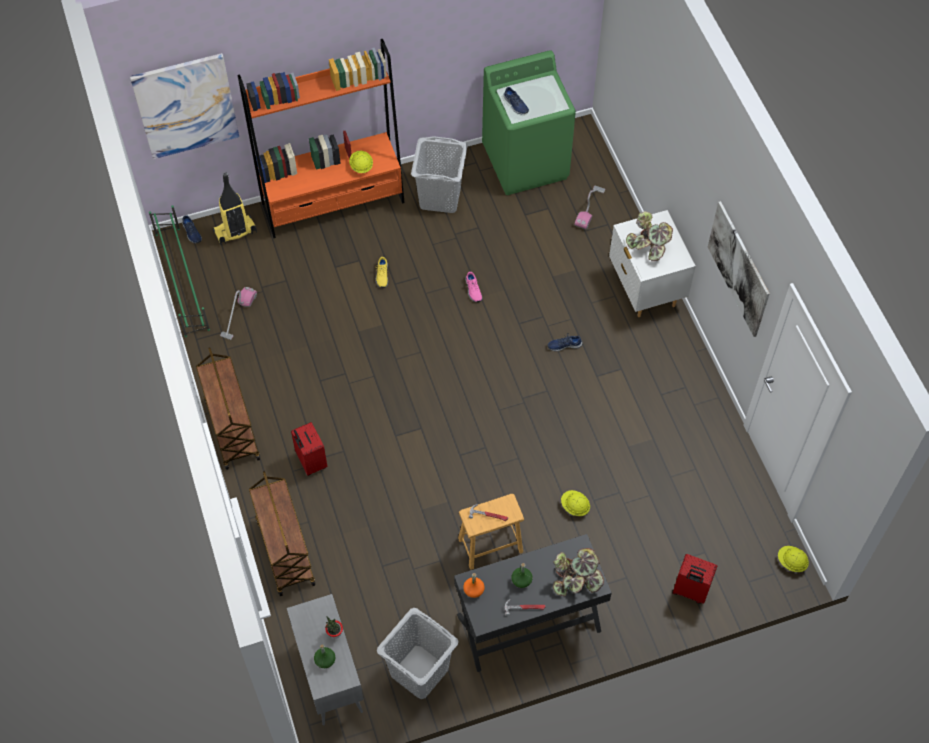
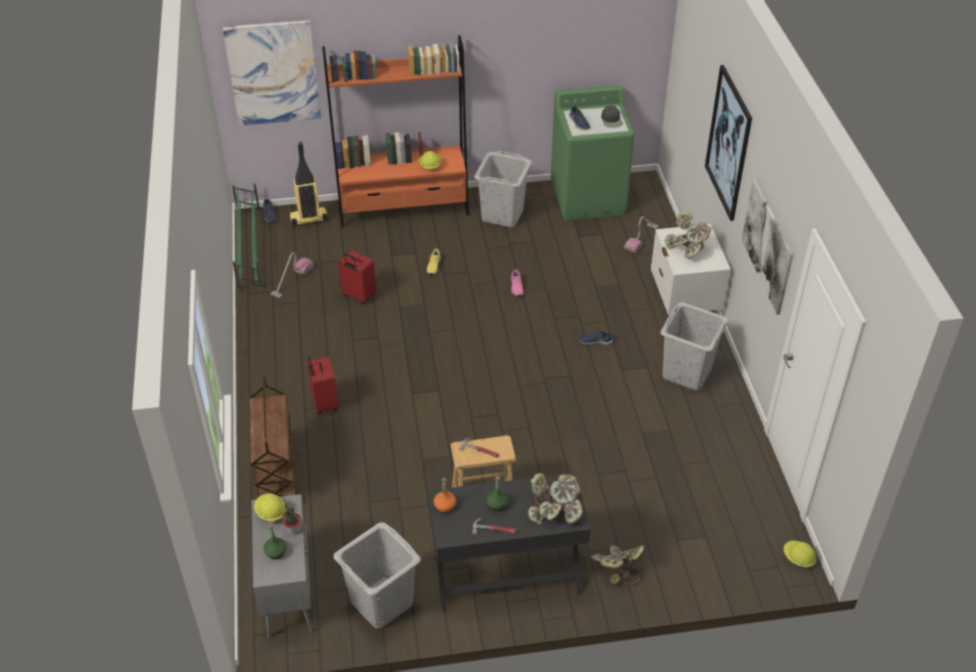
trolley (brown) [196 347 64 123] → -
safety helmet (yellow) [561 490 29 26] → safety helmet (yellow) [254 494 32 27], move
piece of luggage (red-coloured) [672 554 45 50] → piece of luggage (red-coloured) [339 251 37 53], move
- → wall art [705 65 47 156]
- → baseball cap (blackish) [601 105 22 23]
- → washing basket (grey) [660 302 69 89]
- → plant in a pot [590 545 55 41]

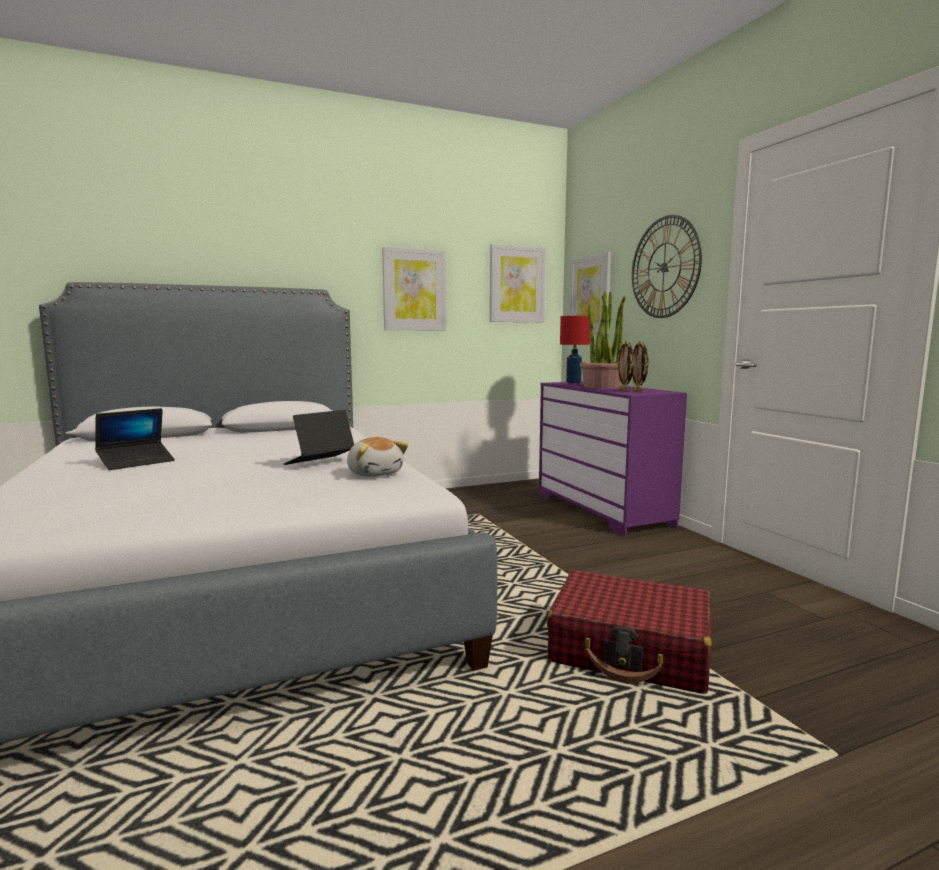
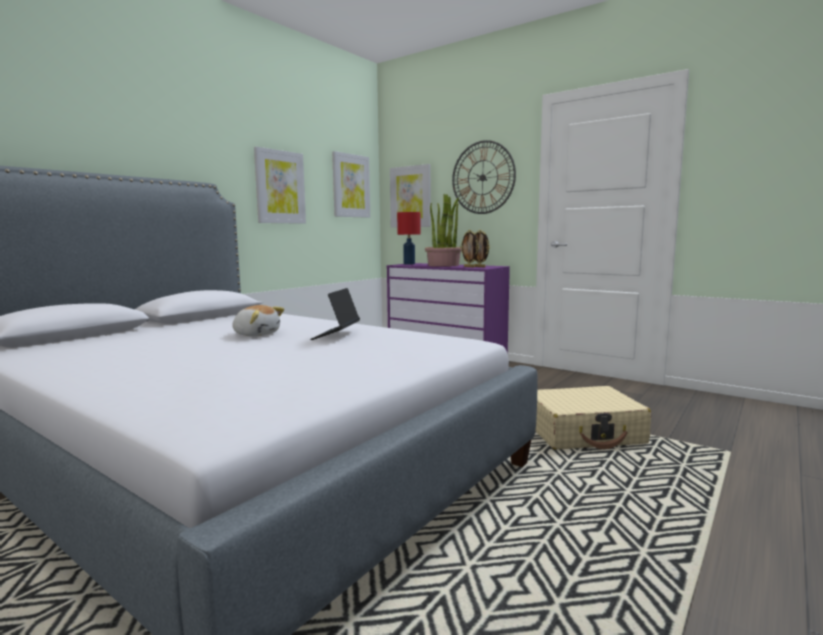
notebook computer [95 408 80 62] → -
soft toy [347 437 61 40] → soft toy [233 305 51 32], move
piece of luggage (red-coloured) [547 570 165 124] → piece of luggage (beige) [535 386 116 64]

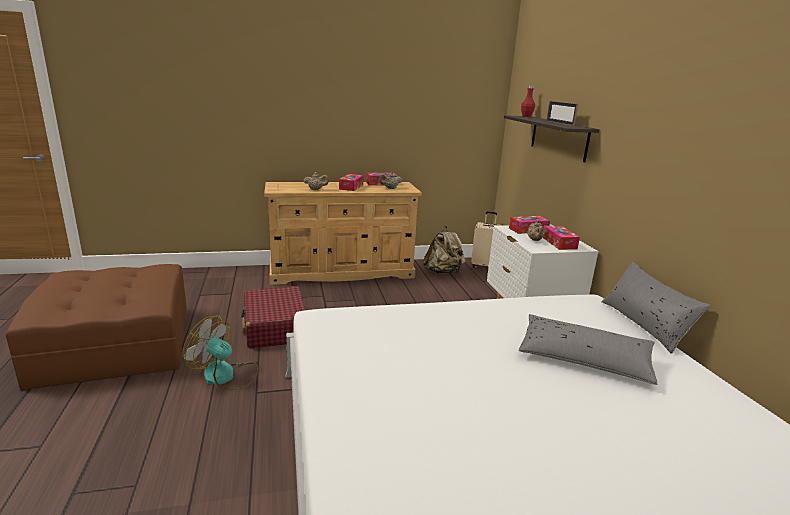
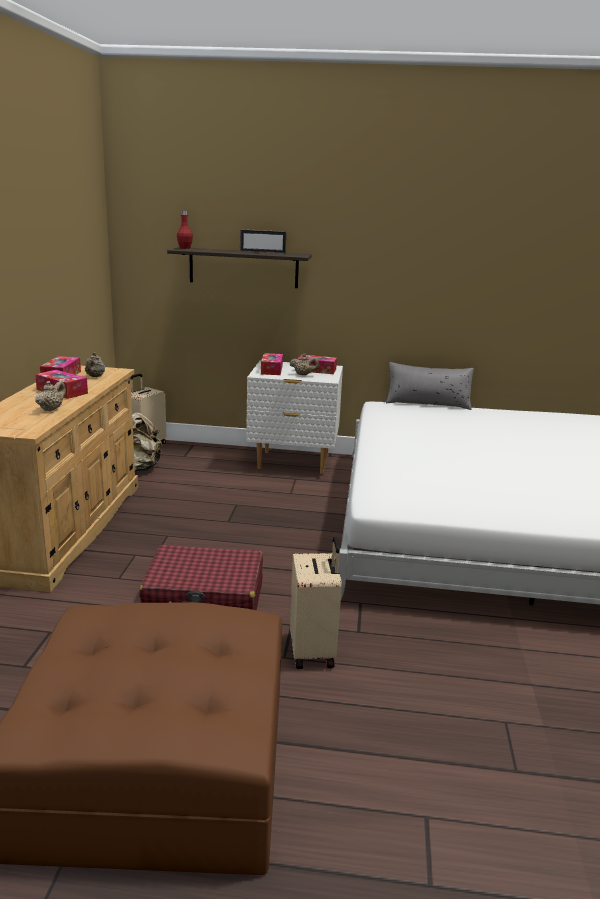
cushion (grey) [519 314 138 71] → -
fan [183 316 76 74] → piece of luggage (beige) [290 537 52 132]

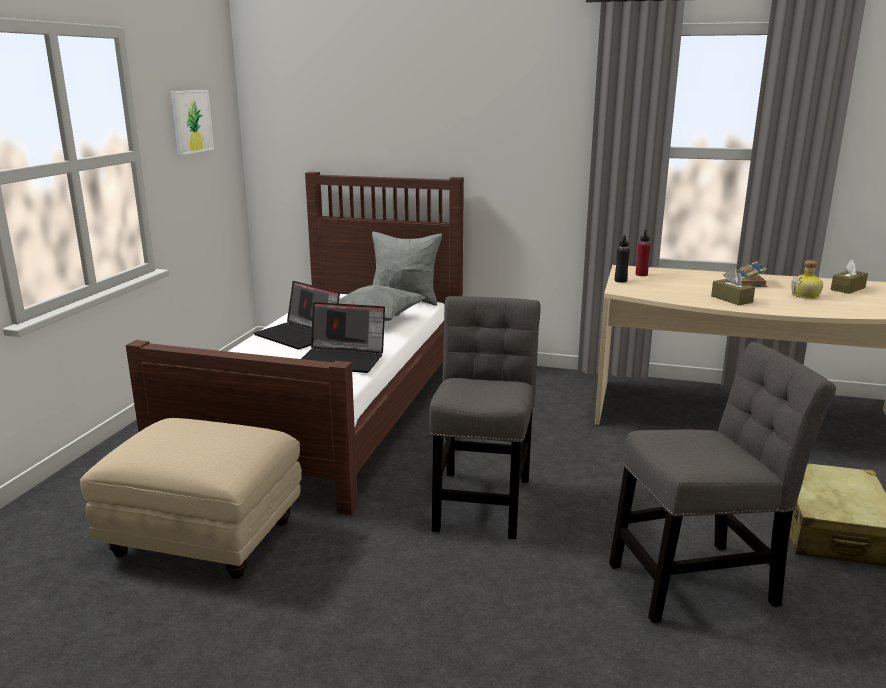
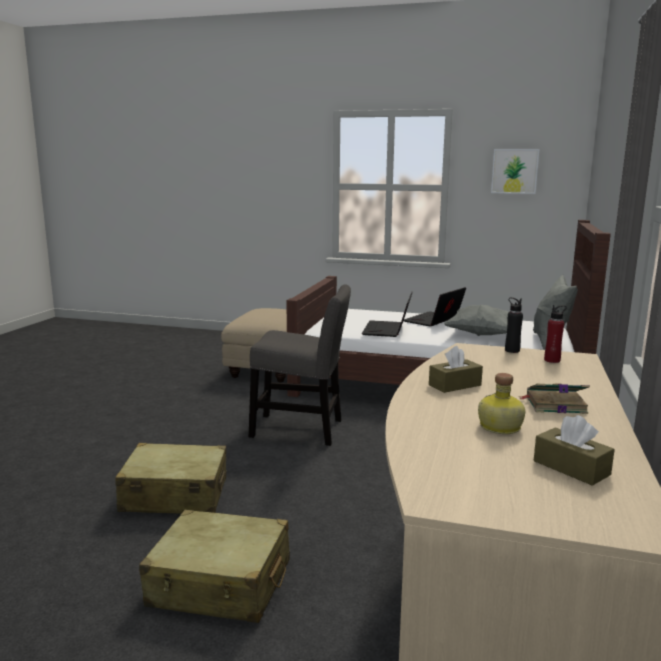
plain chair (grey) [609 342 227 281] → piece of luggage (beige) [115 443 112 71]

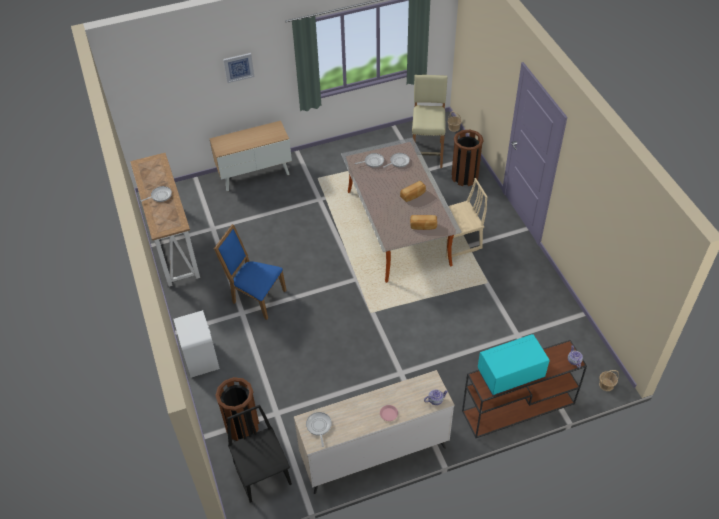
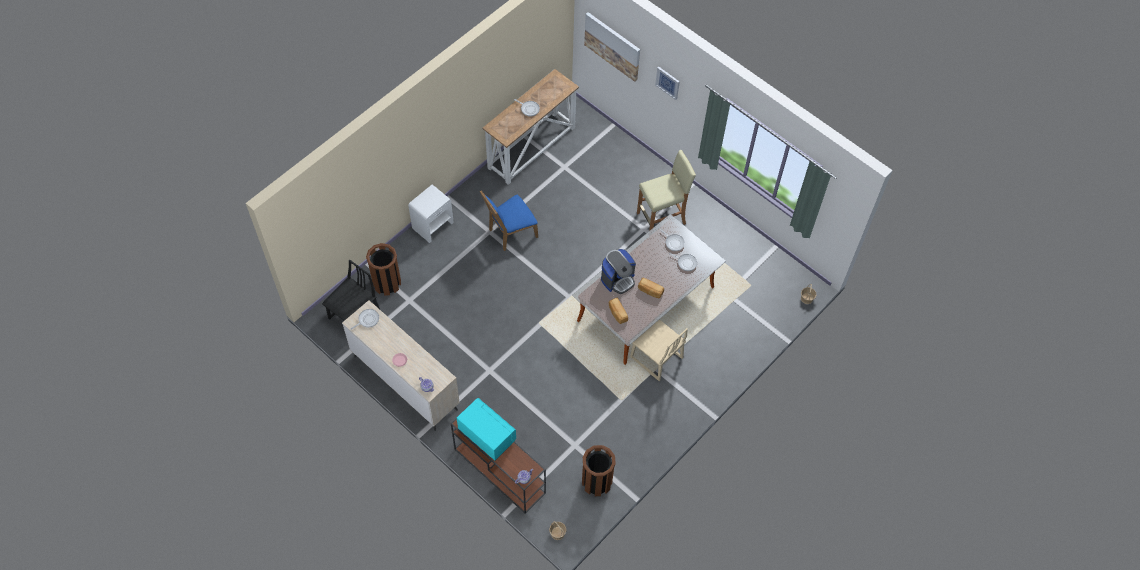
stool (beige) [412 75 35 93] → stool (beige) [637 150 59 81], move
cupboard [209 121 83 70] → -
waste bin (brown) [452 130 32 56] → waste bin (brown) [582 445 34 51], move
plain chair (blue-coloured) [214 224 72 96] → plain chair (blue-coloured) [480 190 58 61], 120 degrees counterclockwise
- → wall art [584 12 56 70]
- → coffee brewer [601 249 35 45]

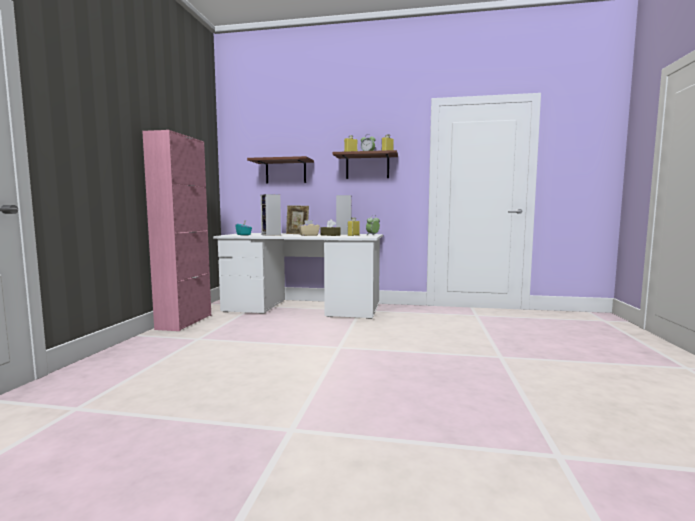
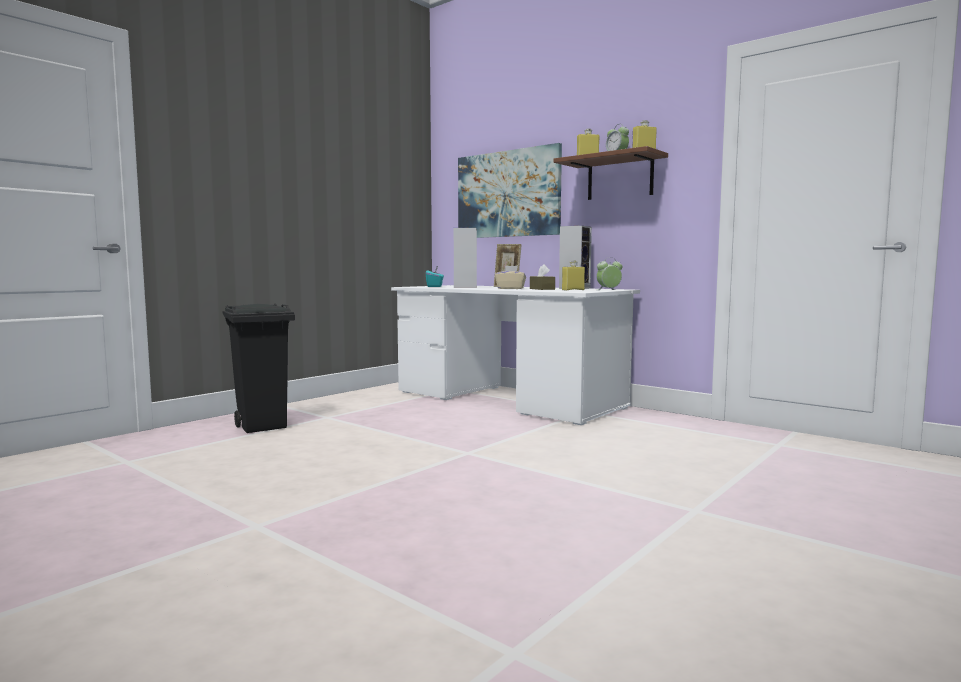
cupboard (pinkish) [142 130 69 201] → -
wall shelf (brown) [247 156 67 27] → wall art [458 143 104 95]
- → waste bin (blackish) [222 304 73 129]

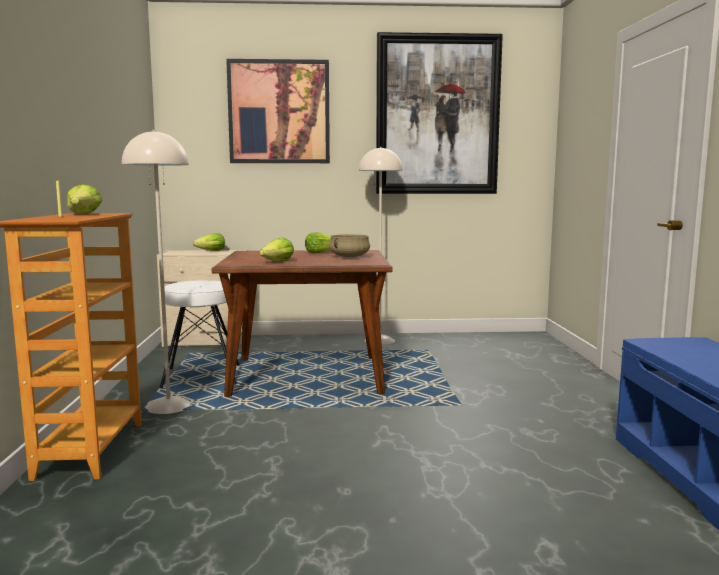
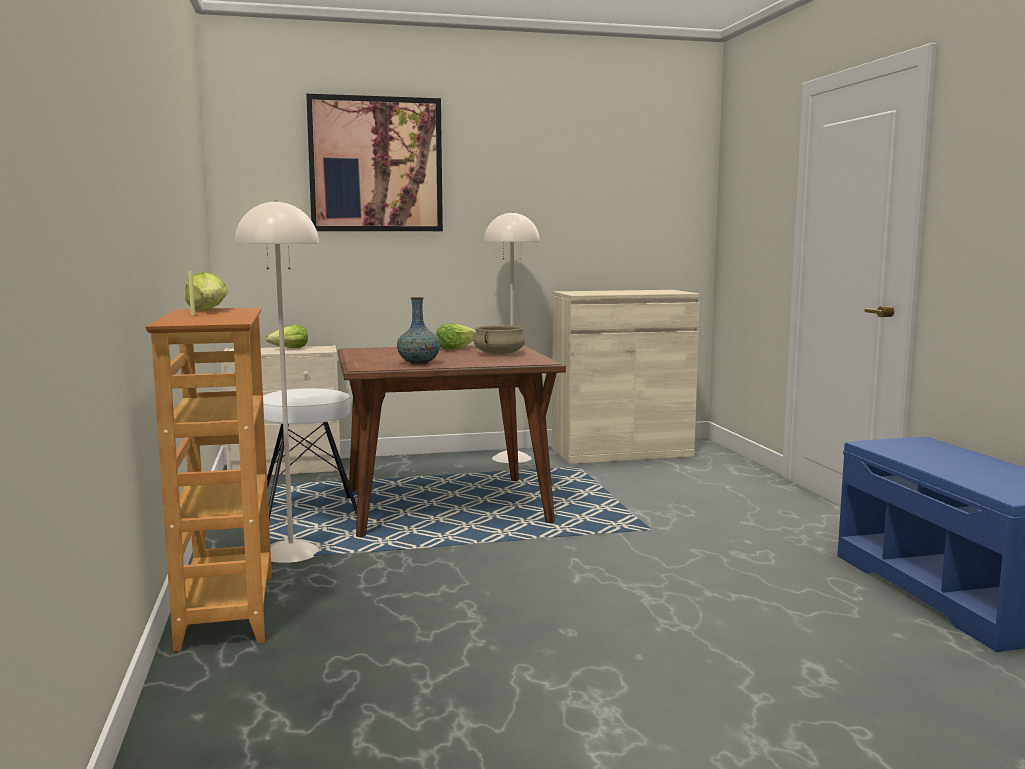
wall art [376 32 127 162] → -
lettuce [259 238 35 23] → vase [397 297 43 68]
- → cupboard (beige) [552 290 148 174]

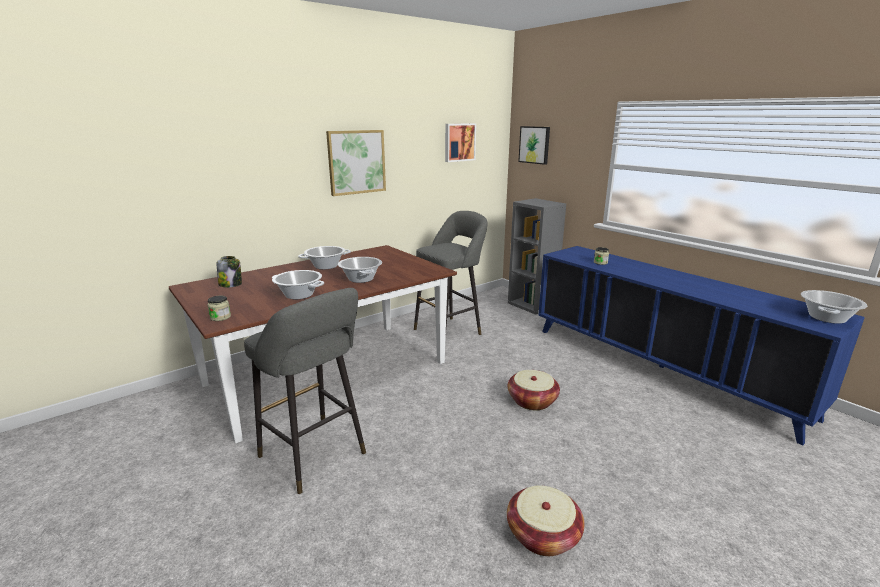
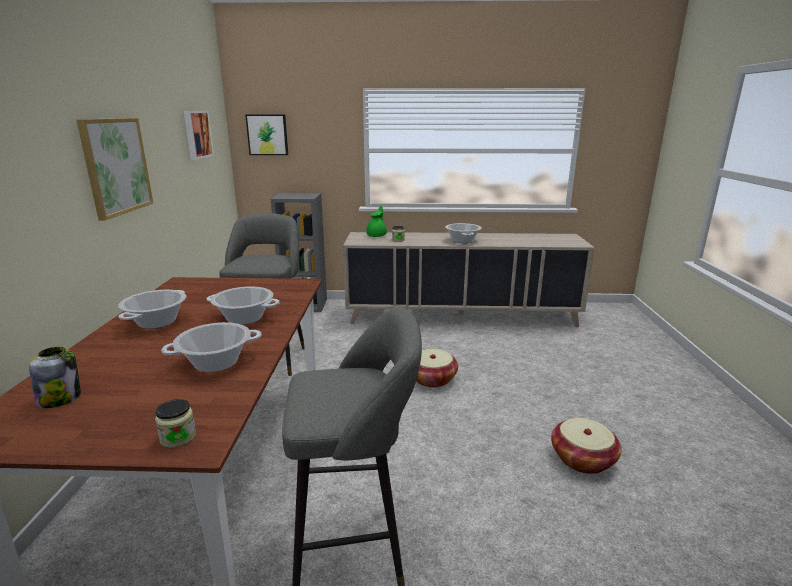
cupboard (blue-coloured) [539 246 326 199] → cupboard (beige) [343 232 252 95]
saucepot [801 290 66 34] → saucepot [445 223 37 20], move
- → teapot (green) [366 206 21 31]

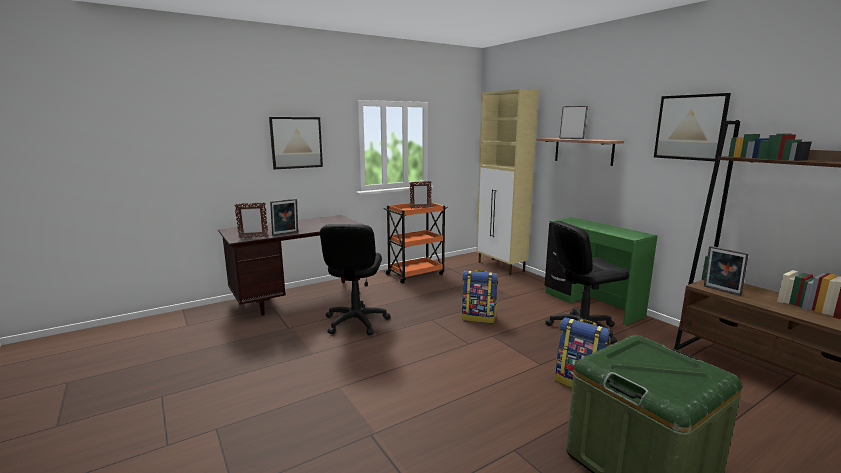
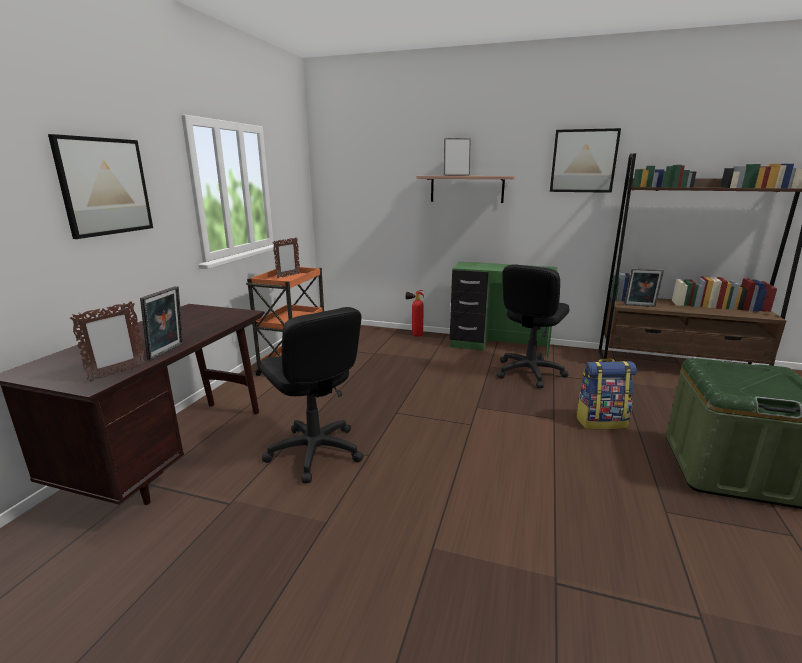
cupboard (beige) [477 89 62 186] → -
rucksack [462 270 36 53] → -
- → fire extinguisher [405 290 19 47]

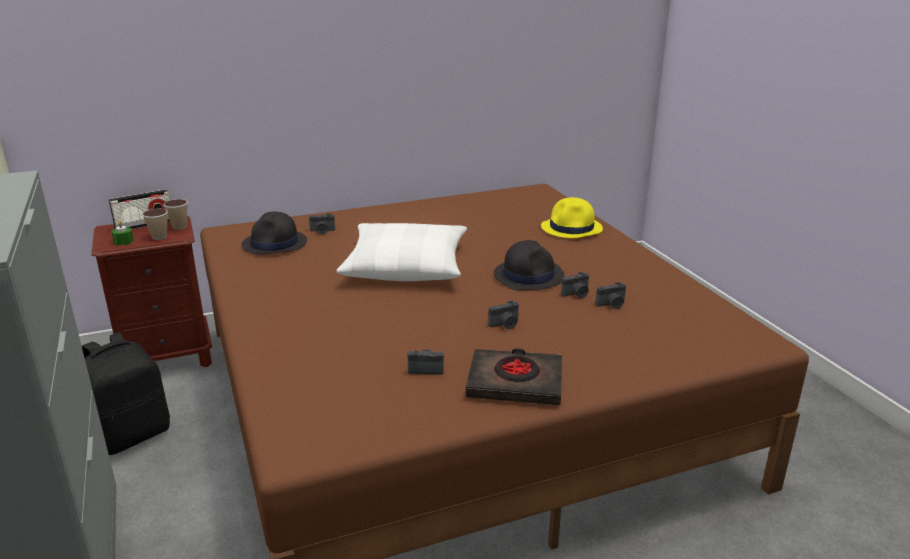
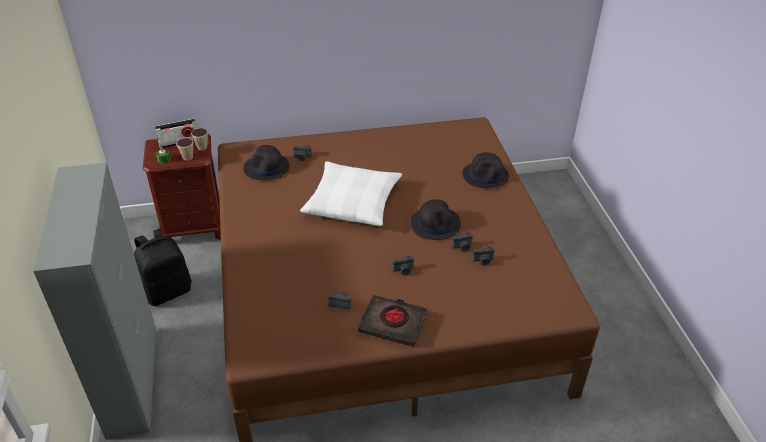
hat (yellow) [541 197 62 41] → hat (blackish) [462 152 47 36]

